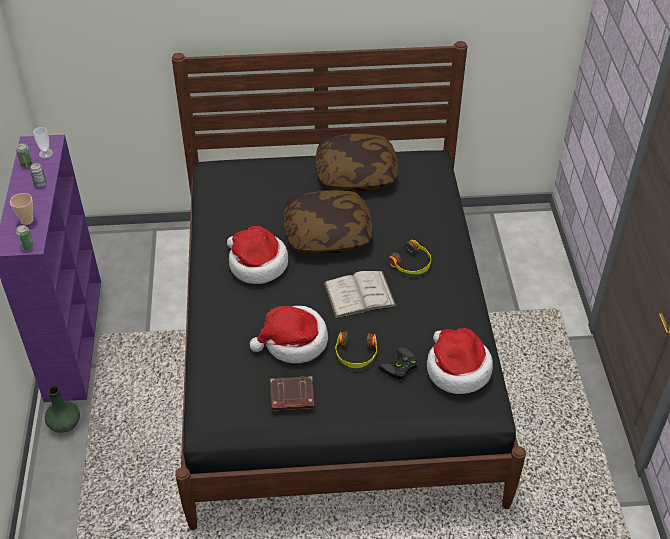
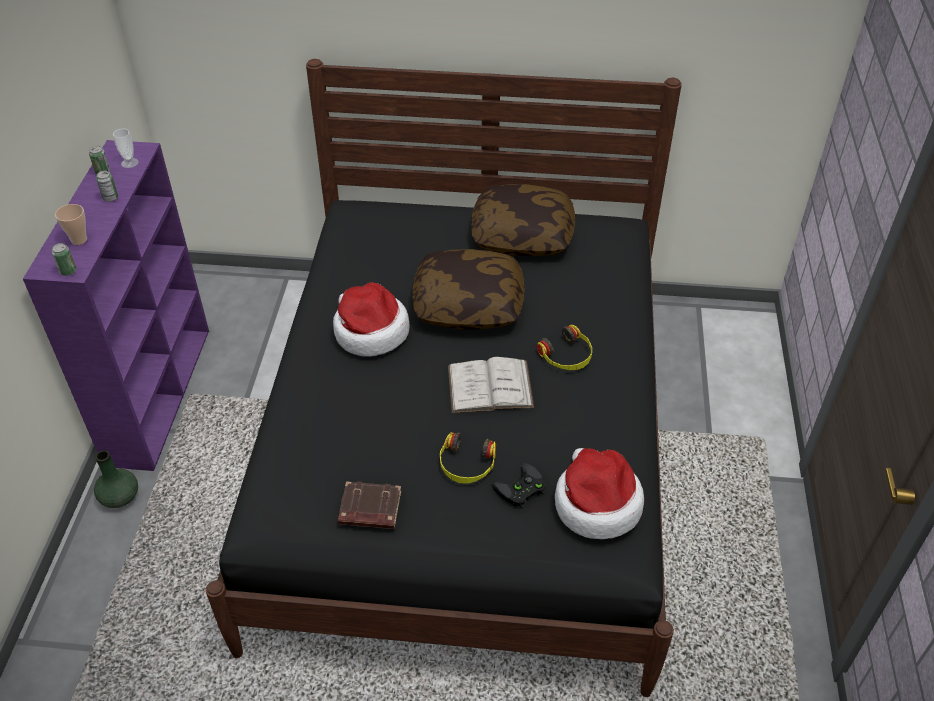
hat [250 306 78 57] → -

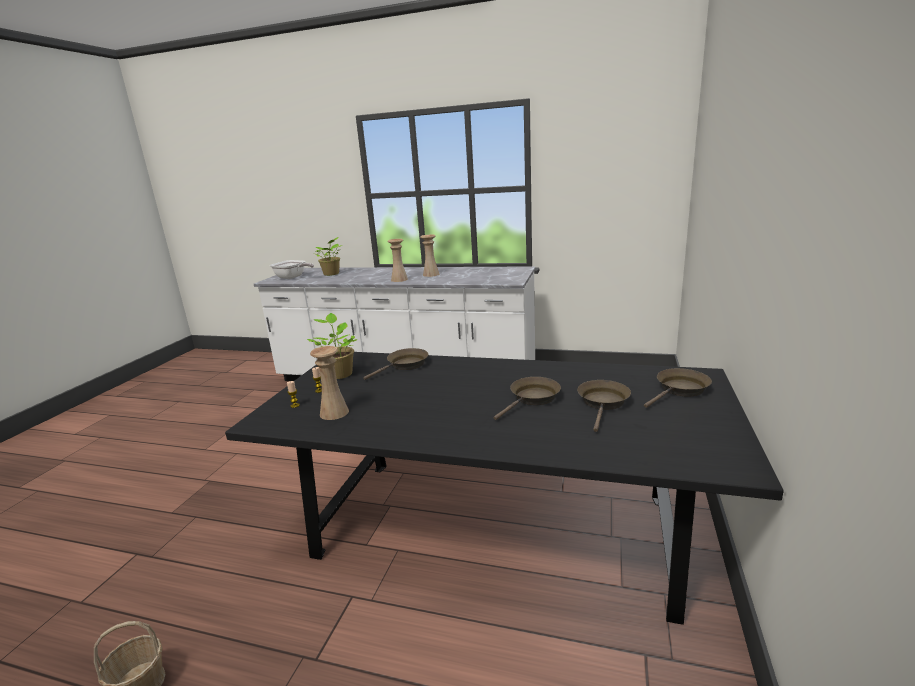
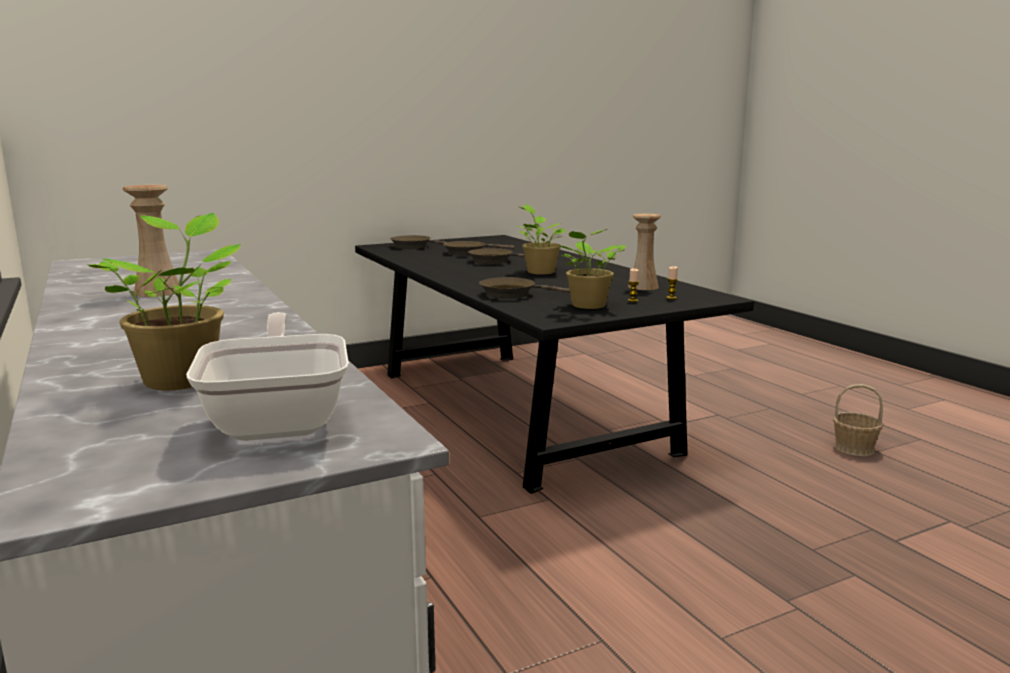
vase (beige) [388 239 20 43] → -
- → plant in a pot [517 204 50 71]

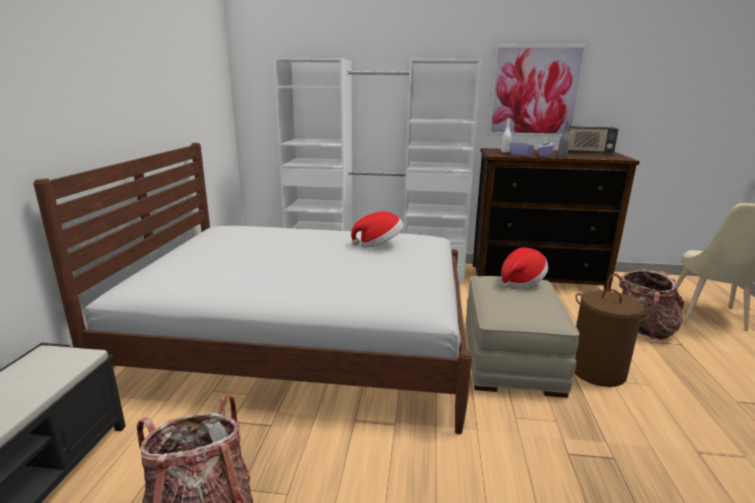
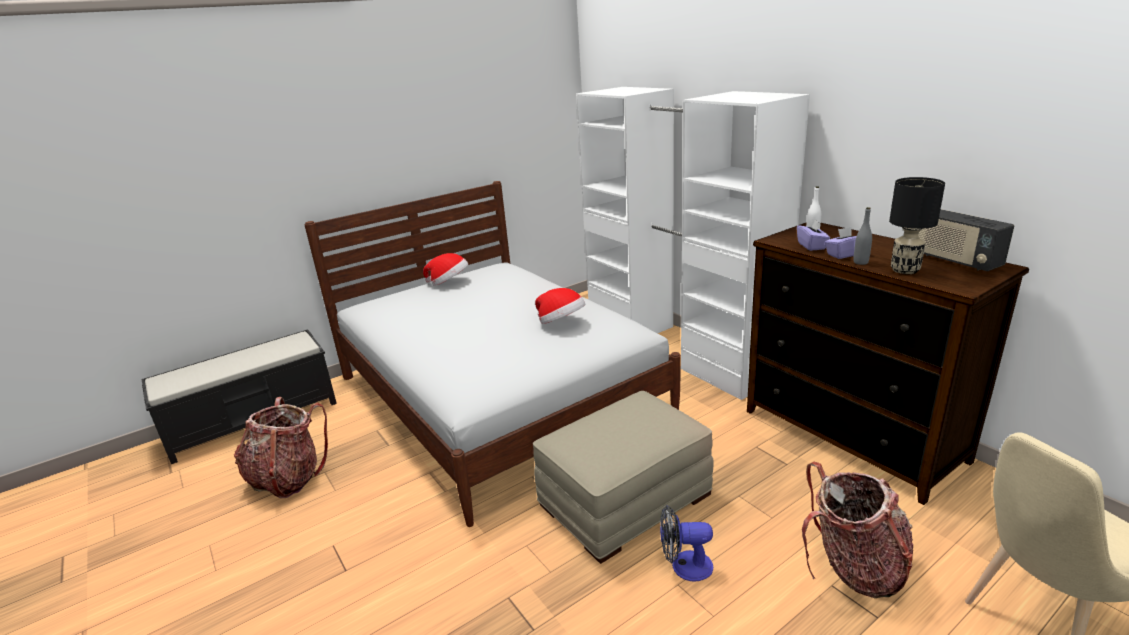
wall art [487 45 101 92] → -
hat [501 247 47 41] → hat [423 253 45 33], move
washing basket (brown) [574 289 76 98] → fan [660 505 53 77]
- → lamp for a table (blackish) [889 177 56 97]

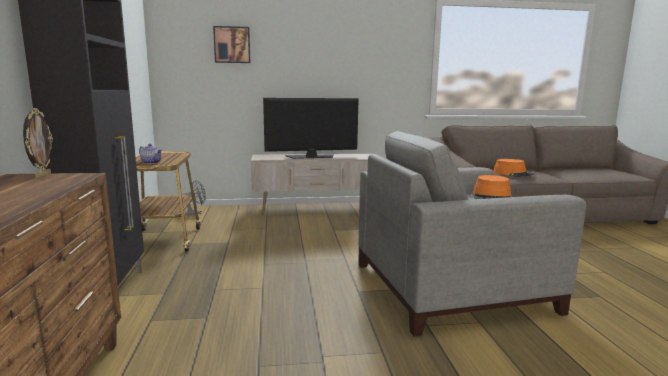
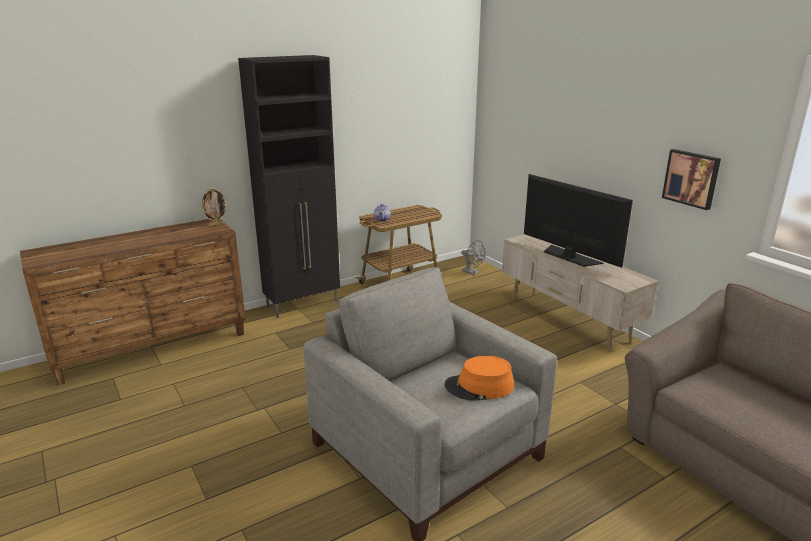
wall art [213 26 37 37] → wall art [662 149 59 61], move
hat (orange-coloured) [493 159 42 18] → -

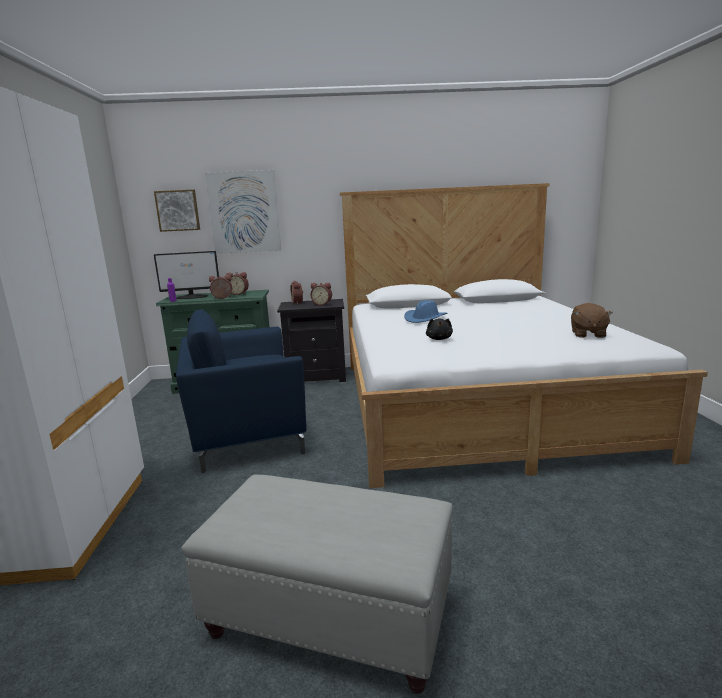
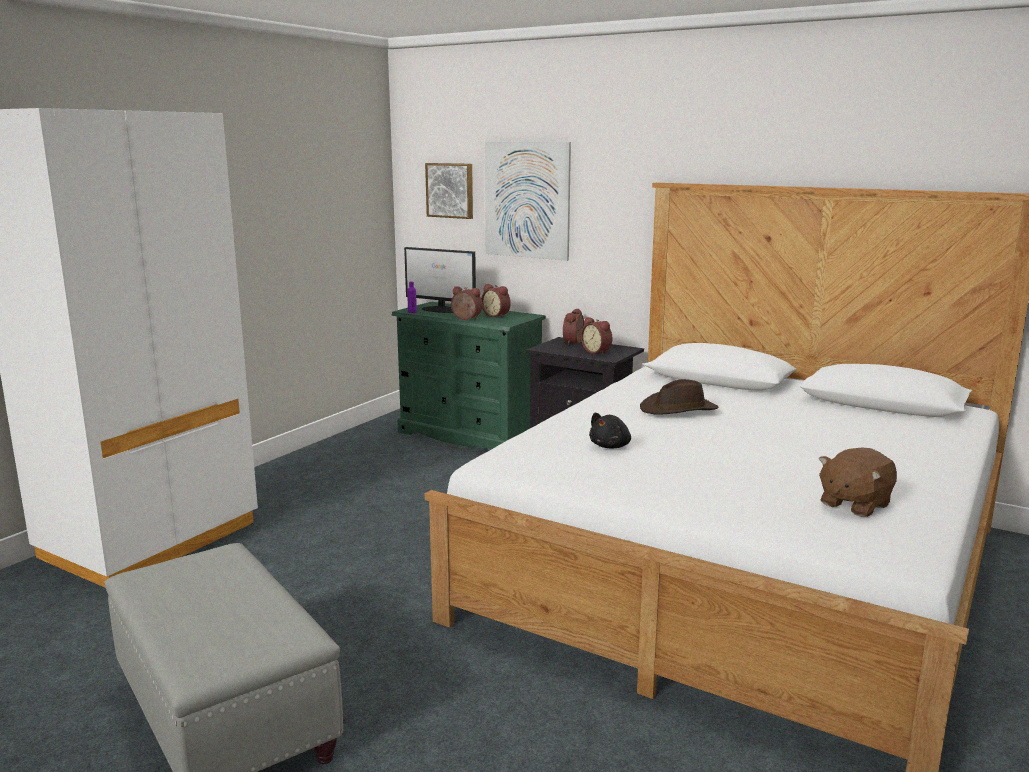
hat (blue-coloured) [404 300 43 23] → hat (brown) [640 379 78 36]
lounge chair (blue-coloured) [176 309 131 164] → -

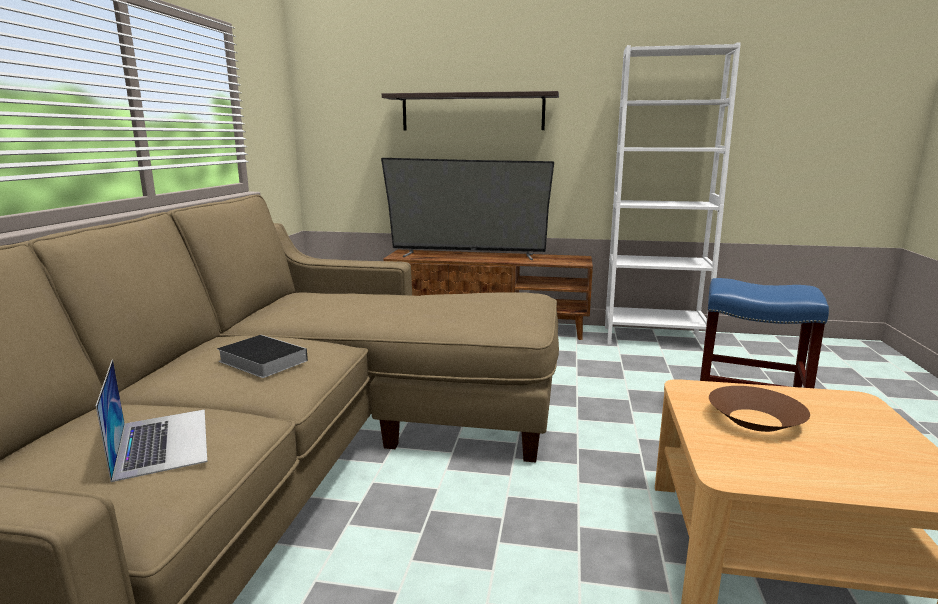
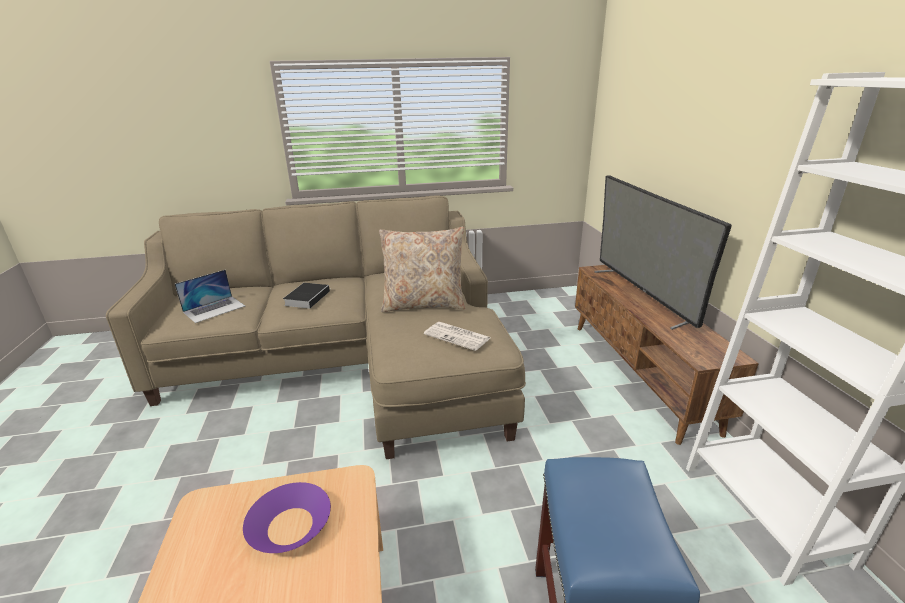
wall shelf [382 91 177 39] → -
bowl (brown) [709 386 101 46] → bowl (purplish) [243 482 88 71]
- → cushion (beige) [379 227 87 85]
- → daily paper [424 322 66 29]

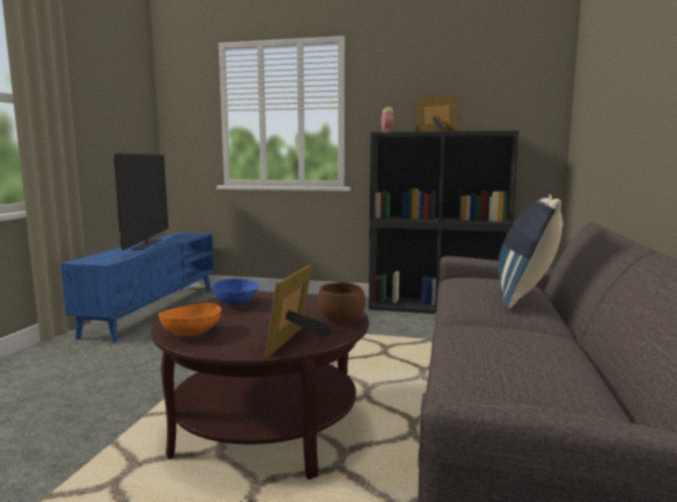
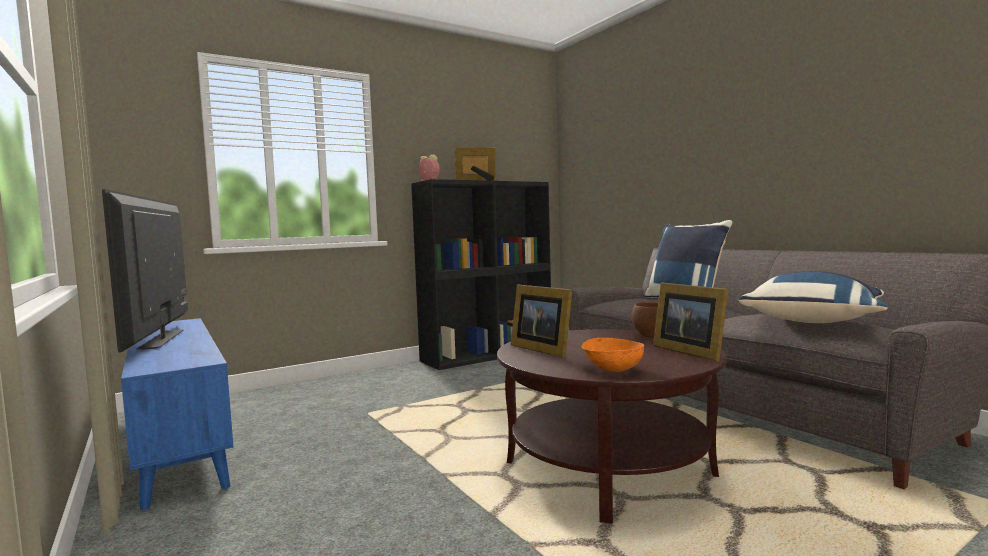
TV [114 153 54 97] → TV [102 189 86 163], 150 degrees counterclockwise
bowl (blue-coloured) [213 278 46 28] → picture frame [511 284 61 74]
- → cushion (blue-coloured) [739 271 149 52]

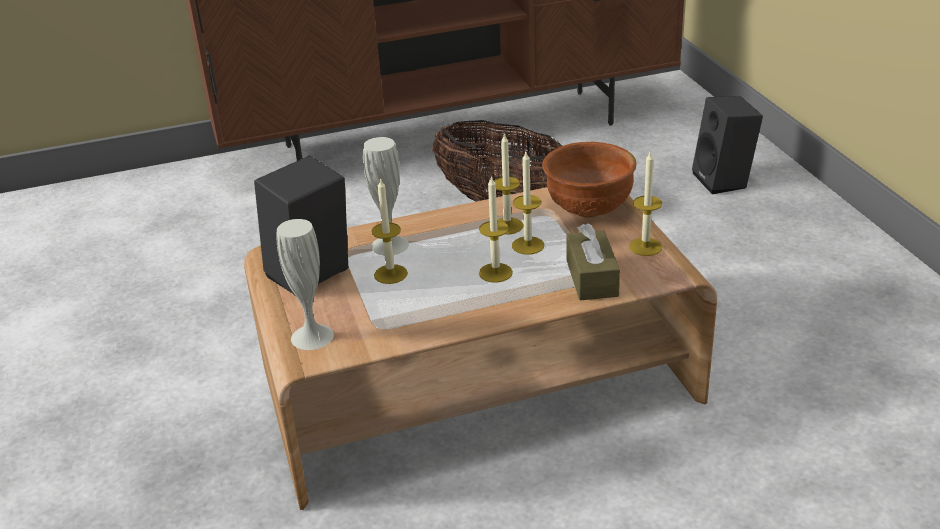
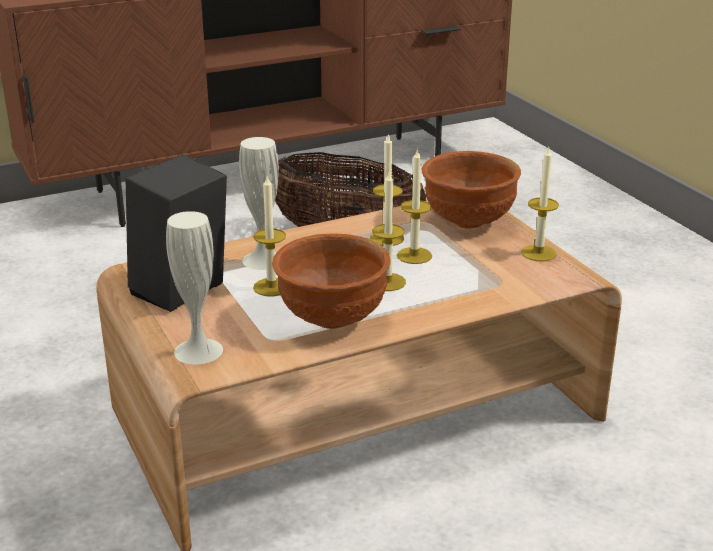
loudspeaker (blackish) [692 96 71 98] → -
tissue holder (brown) [566 223 54 78] → -
- → bowl (brown) [272 233 119 96]

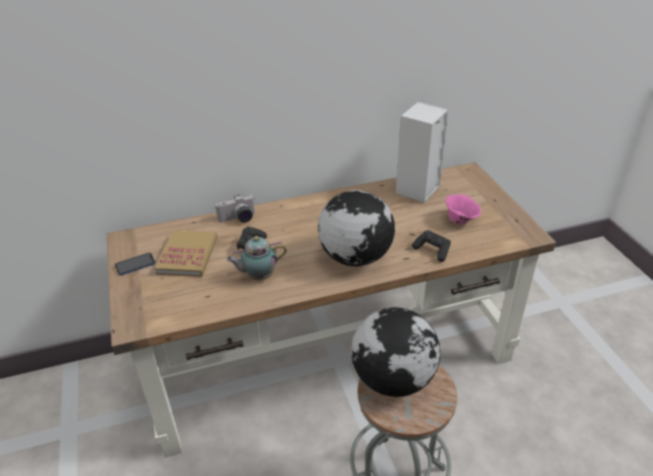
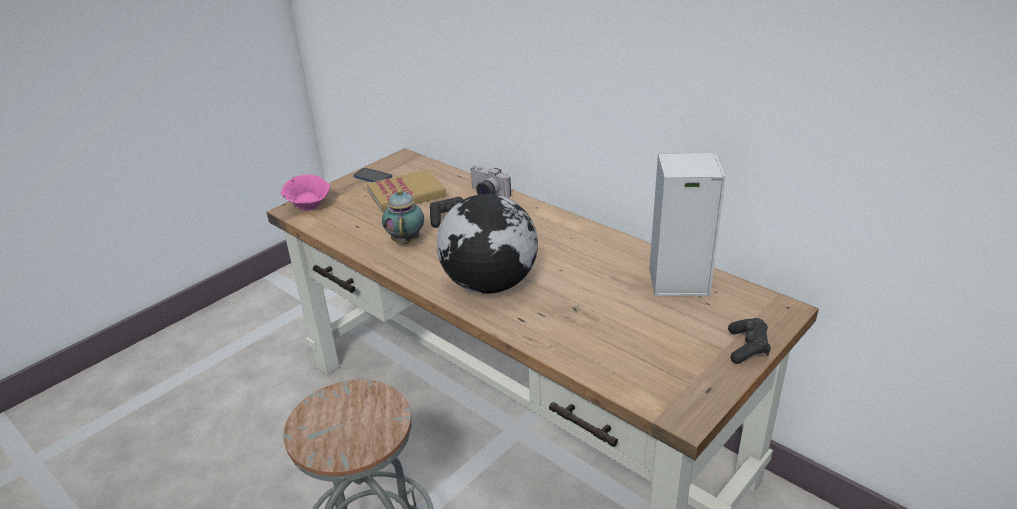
bowl (pinkish) [446 194 35 30] → bowl (pinkish) [281 175 49 35], move
gamepad (blackish) [412 230 39 32] → gamepad (blackish) [728 318 43 46], move
teapot [226 236 61 44] → teapot [382 189 42 55], 45 degrees clockwise
globe [351 307 89 90] → -

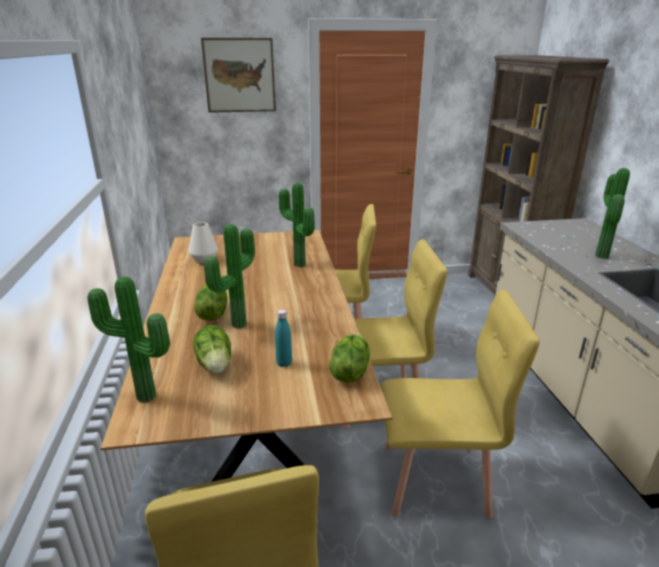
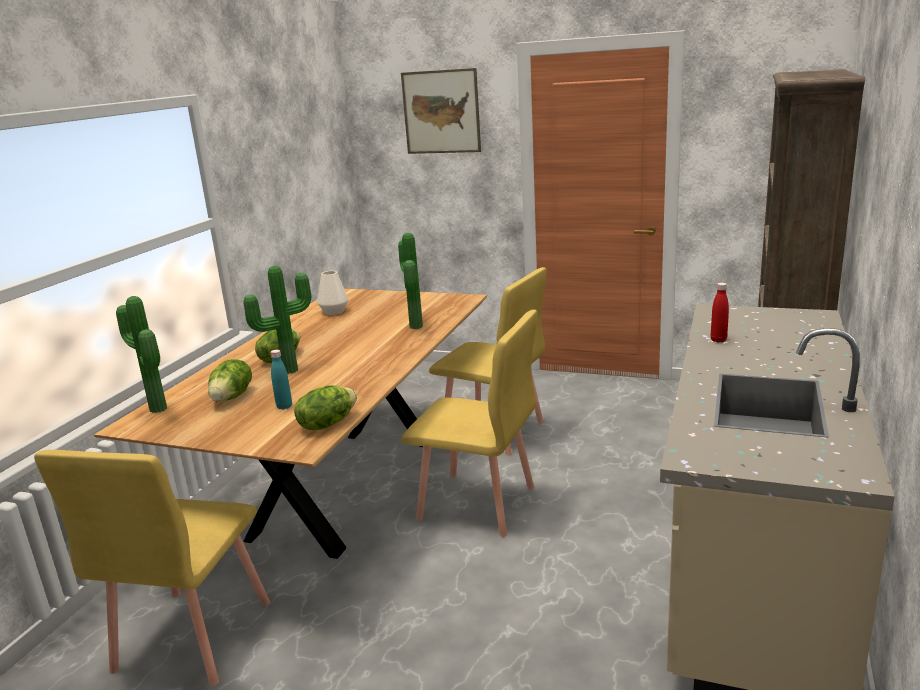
plant in a pot [595 168 35 91] → -
plain chair (yellow) [381 290 159 228] → -
- → bottle (red-coloured) [711 283 18 60]

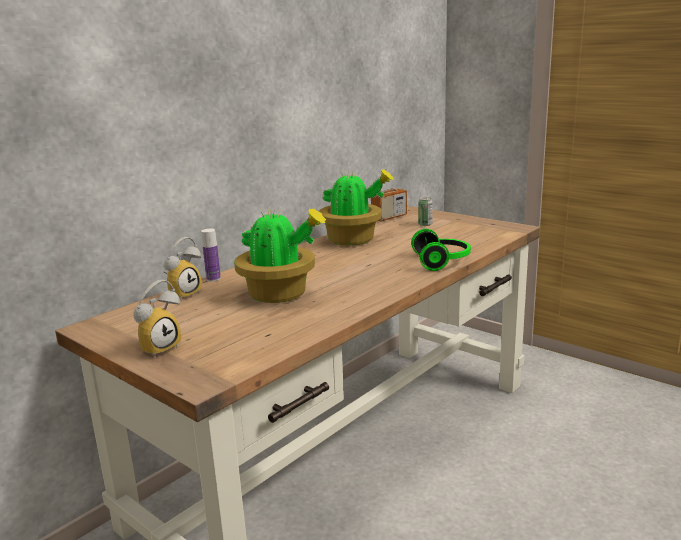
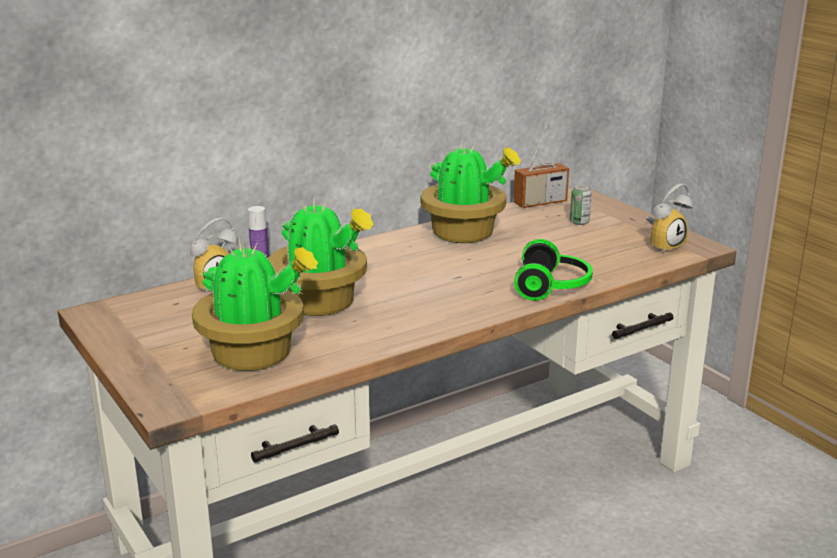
table clock [133 280 48 78] → table clock [646 184 47 70], move
- → plant in a pot [192 237 126 134]

